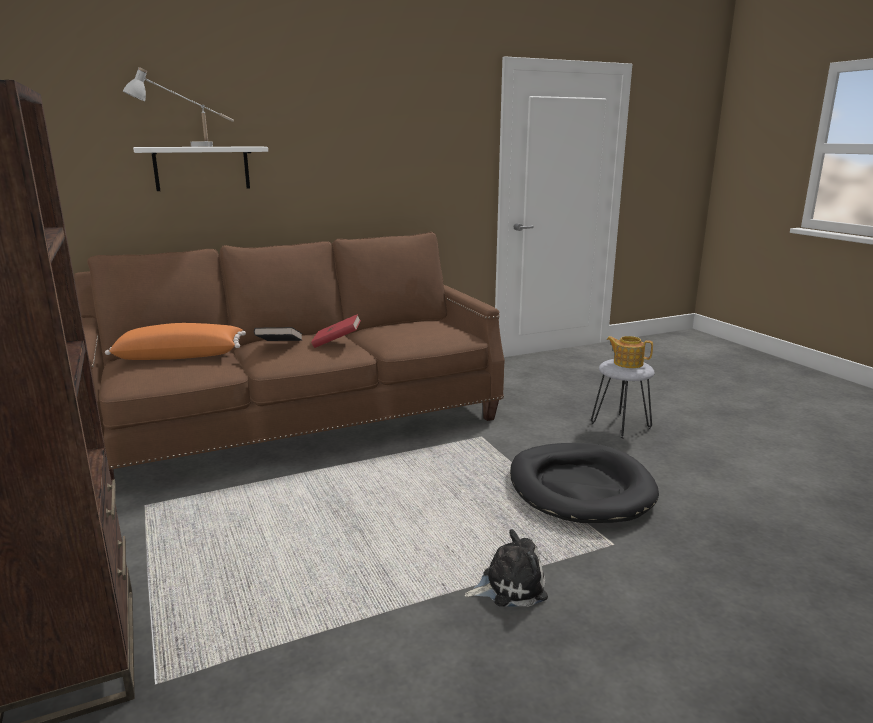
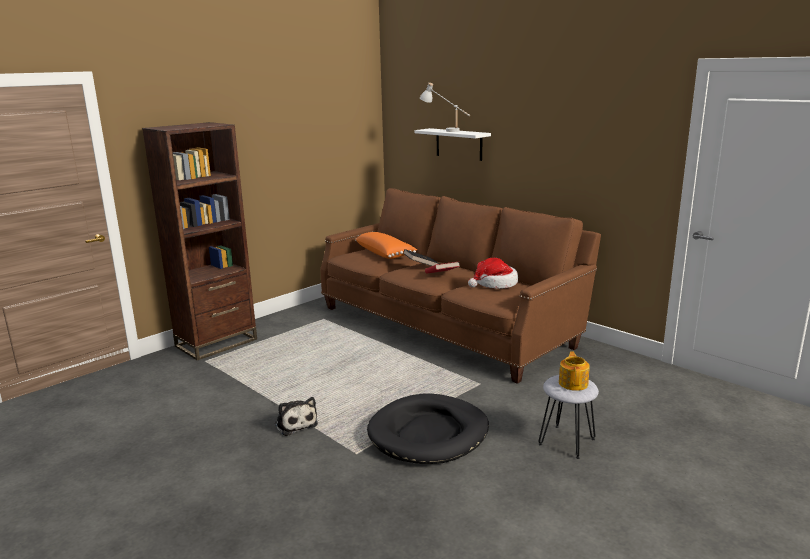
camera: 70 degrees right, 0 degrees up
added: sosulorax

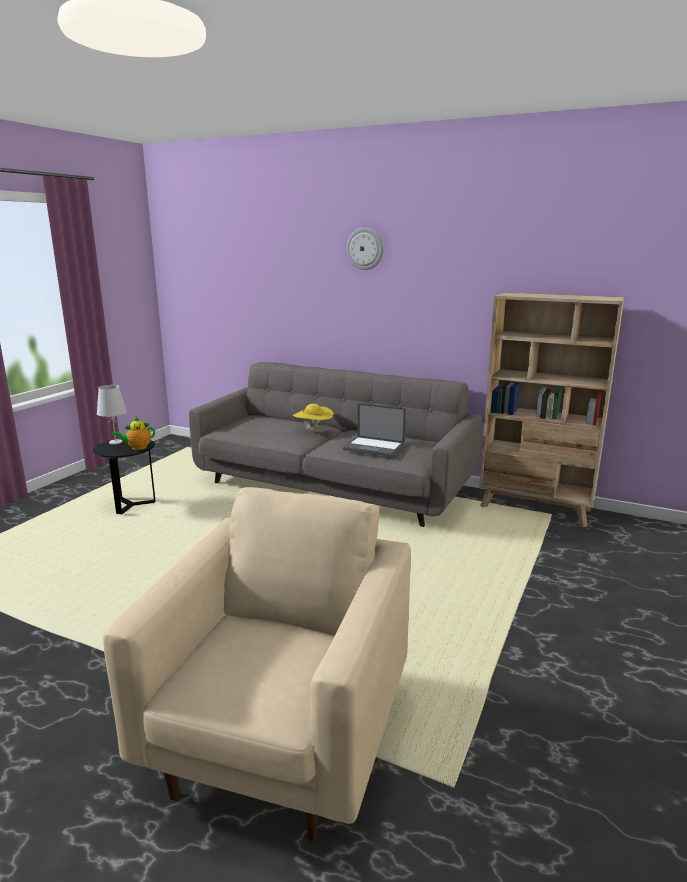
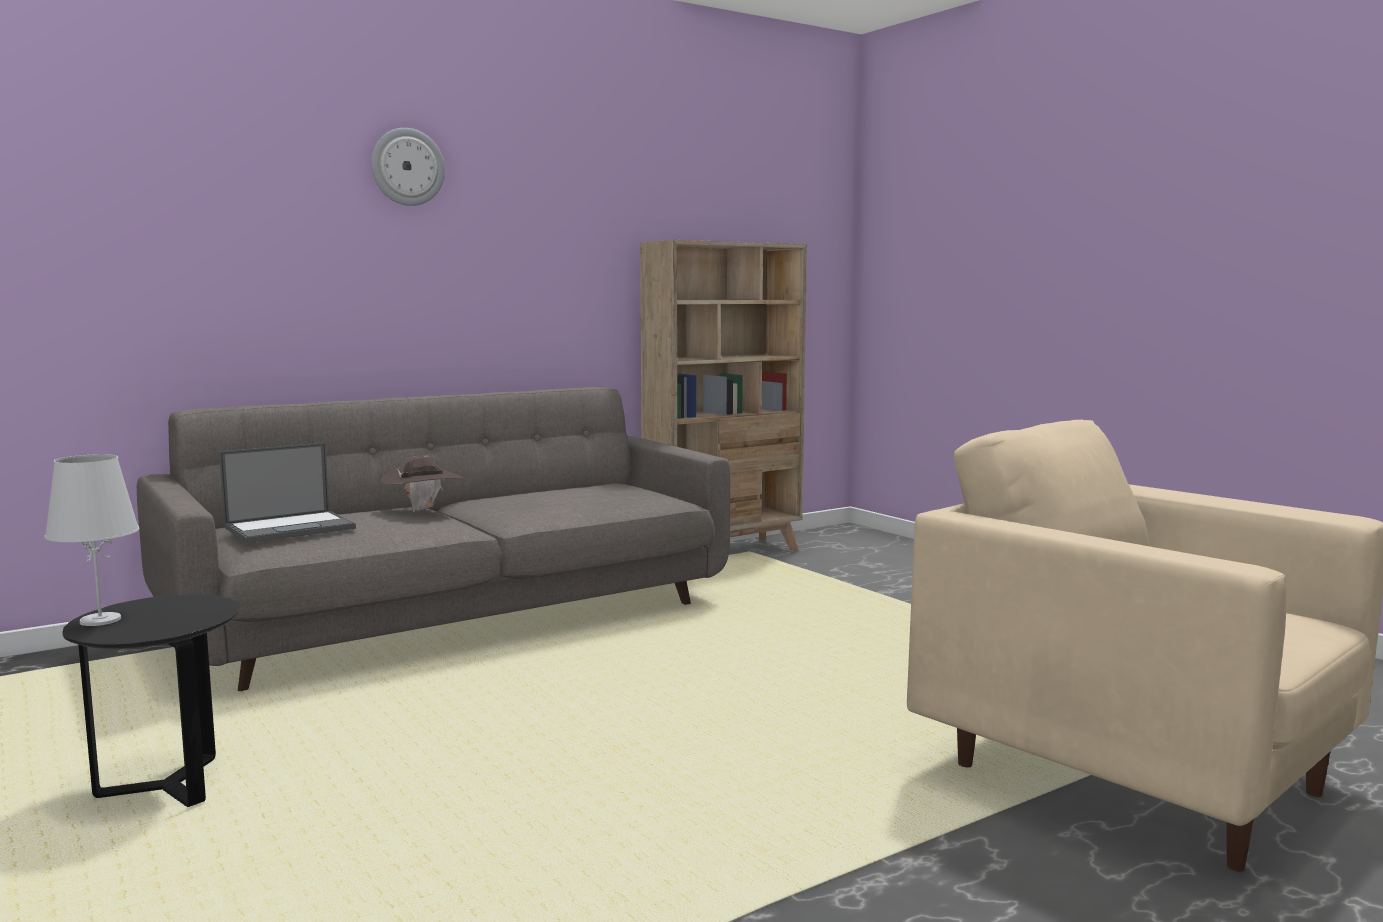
camera: 60 degrees left, 10 degrees down
removed: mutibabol
moved: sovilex
recoloured: sosulorax (yellow) to sosulorax (brown)

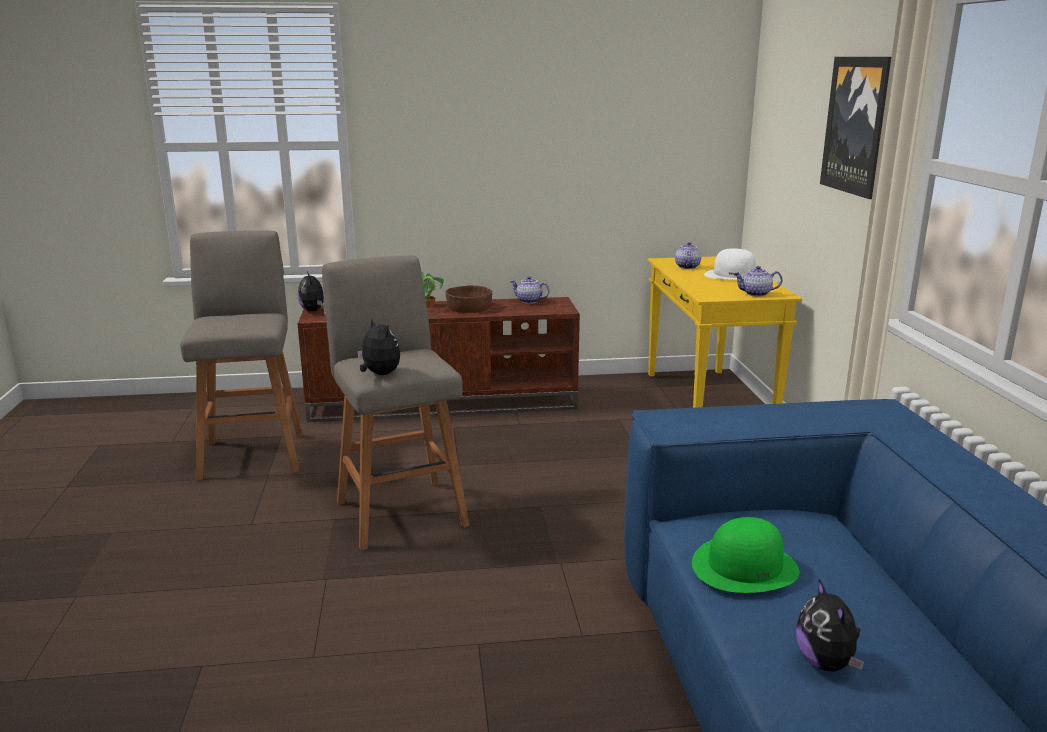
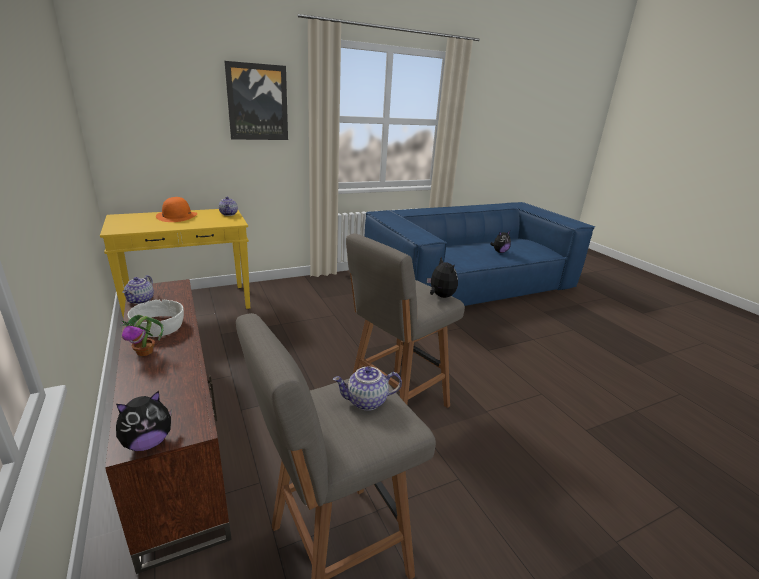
camera: 110 degrees left, 5 degrees up
removed: sosulorax (green)
moved: mutibabol (2nd from left in the first image) to mutibabol (3rd from left)
recoloured: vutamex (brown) to vutamex (white); sosulorax (white) to sosulorax (orange)
turned: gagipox (2nd from left) 120 degrees clockwise

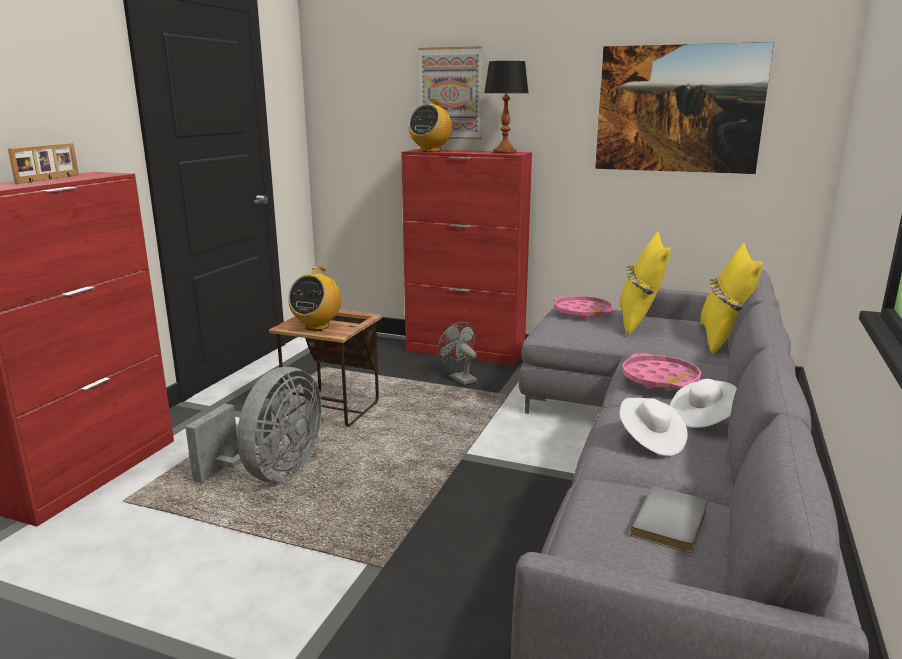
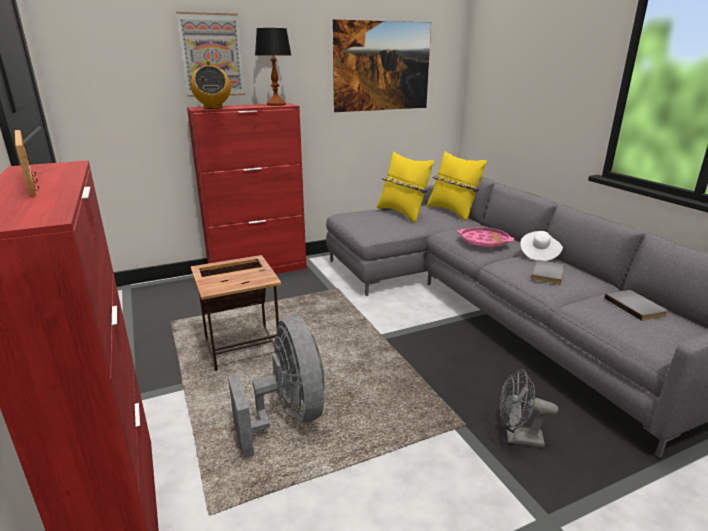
camera: 45 degrees left, 5 degrees up
removed: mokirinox (1st from left); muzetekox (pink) (1st from left)
moved: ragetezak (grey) (2nd from left)
replaced: sosulorax (white) (1st from left) to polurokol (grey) (1st from left)

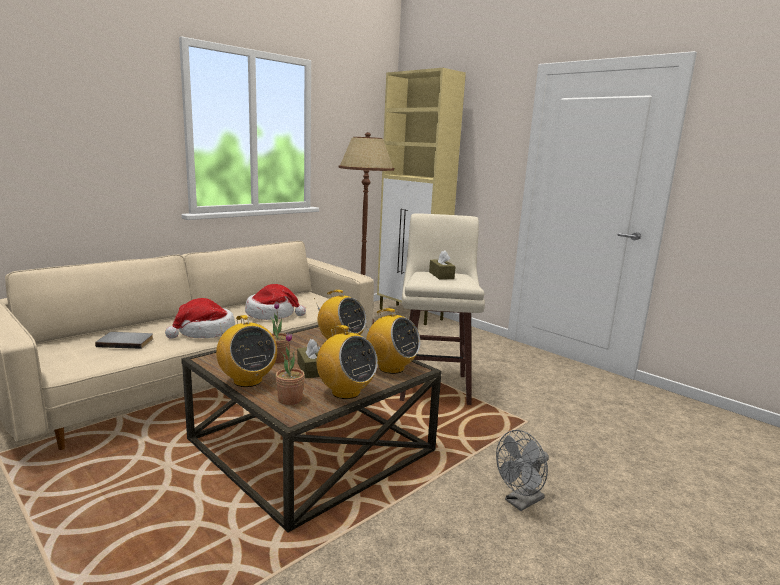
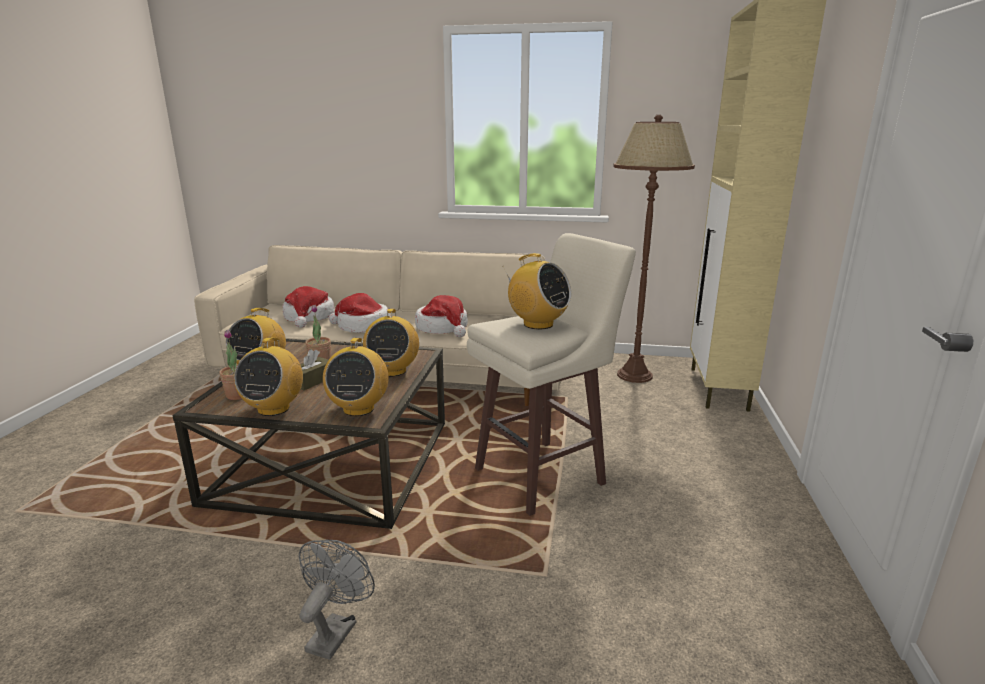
camera: 55 degrees right, 5 degrees up
replaced: polurokol (grey) to sosulorax (1st from left); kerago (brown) (2nd from left) to mokirinox (5th from left)
turned: ragetezak (grey) 90 degrees clockwise

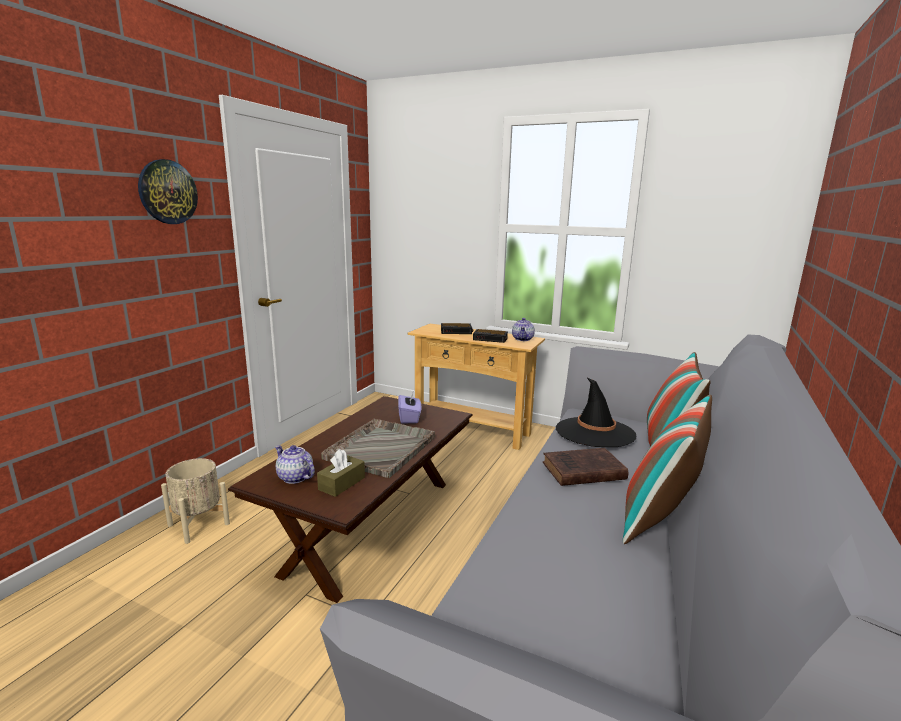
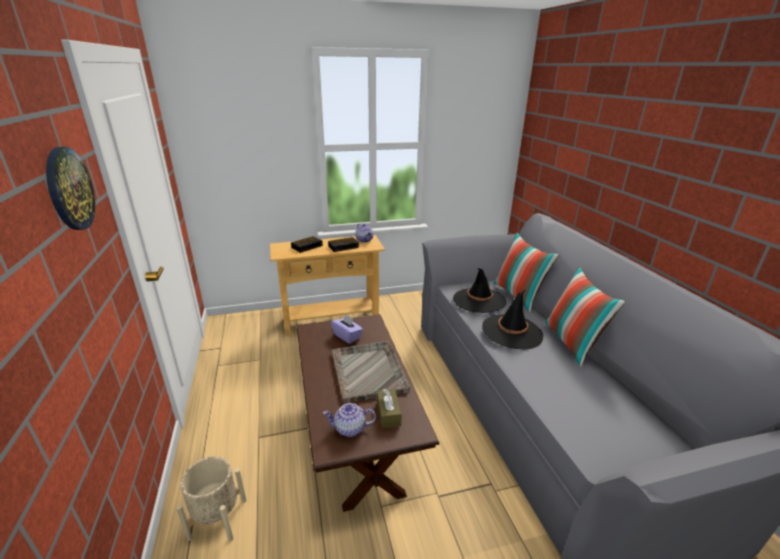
camera: 40 degrees left, 10 degrees up
replaced: polurokol (brown) to sosulorax (black) (2nd from left)

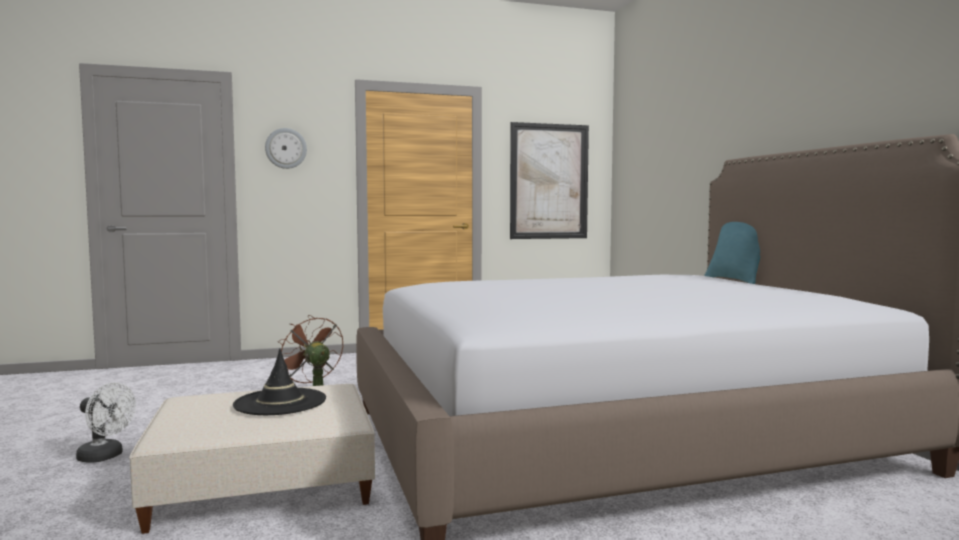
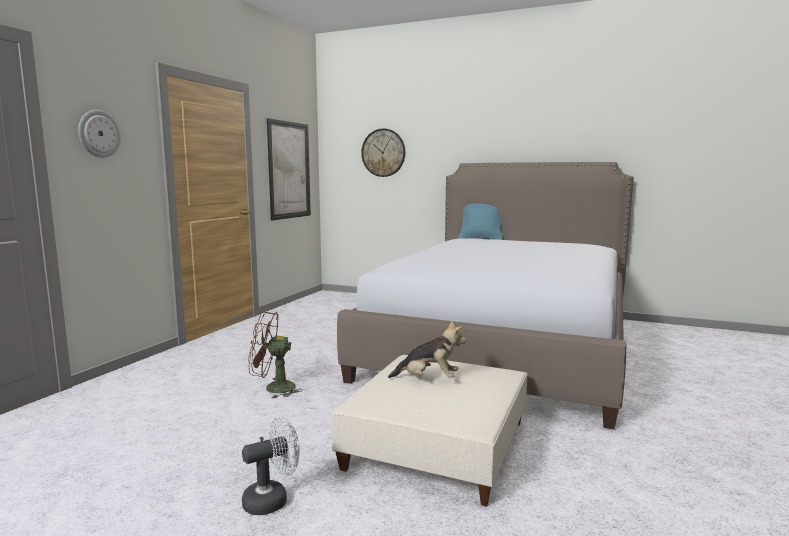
camera: 50 degrees left, 5 degrees up
added: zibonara (2nd from left)
replaced: sosulorax (black) to gagipox

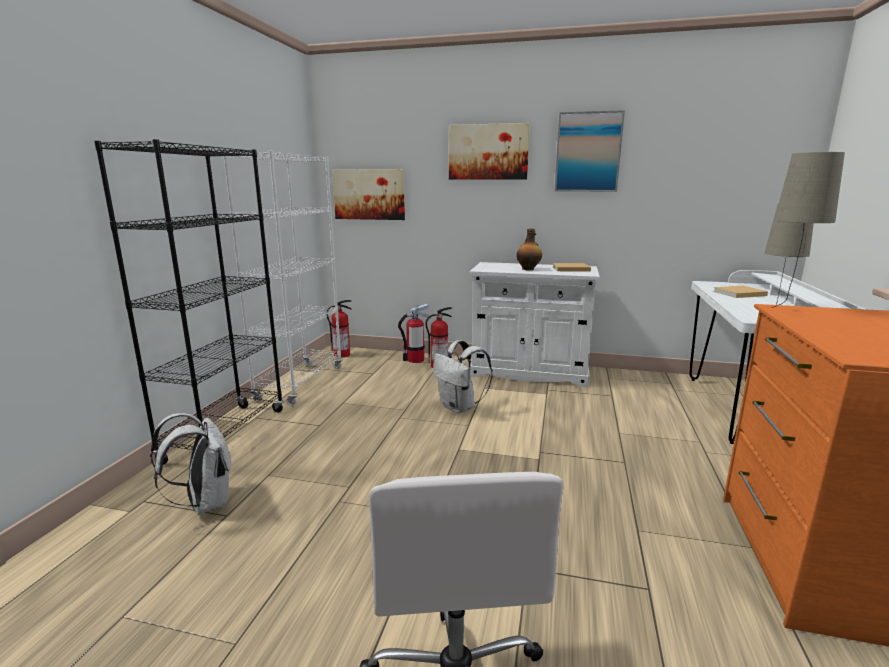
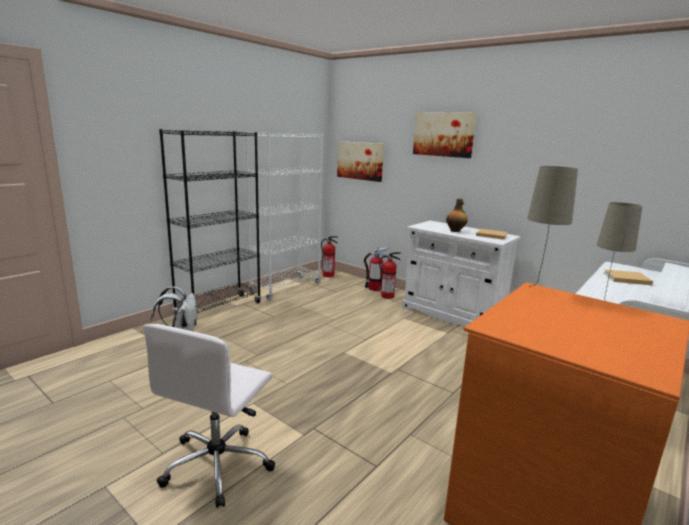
camera: 25 degrees right, 0 degrees up
removed: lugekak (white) (2nd from left); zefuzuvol (3rd from left)

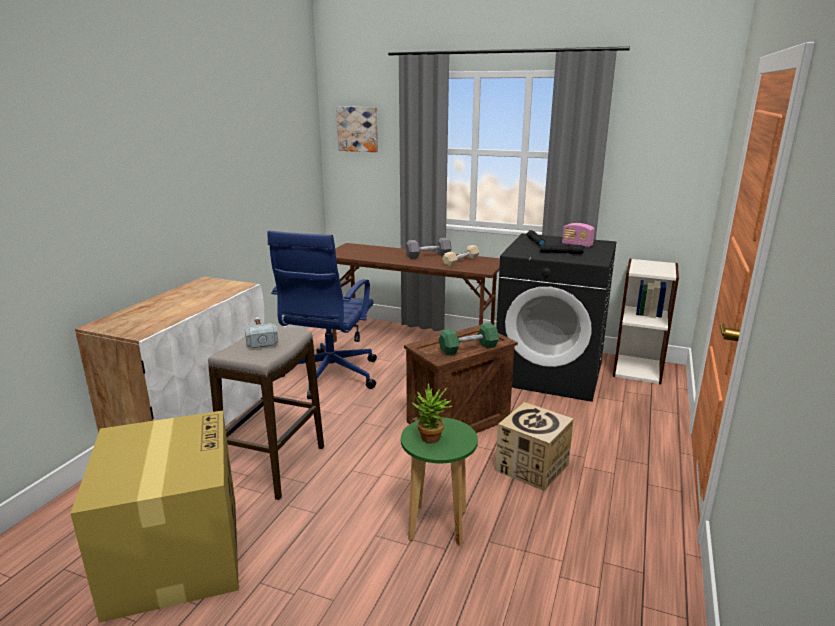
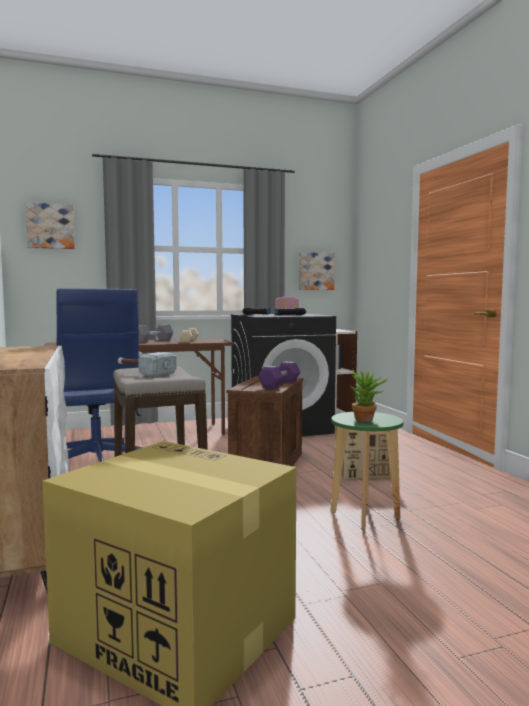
camera: 40 degrees left, 15 degrees down
added: zefuzuvol (2nd from left)
recoloured: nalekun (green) to nalekun (purple)

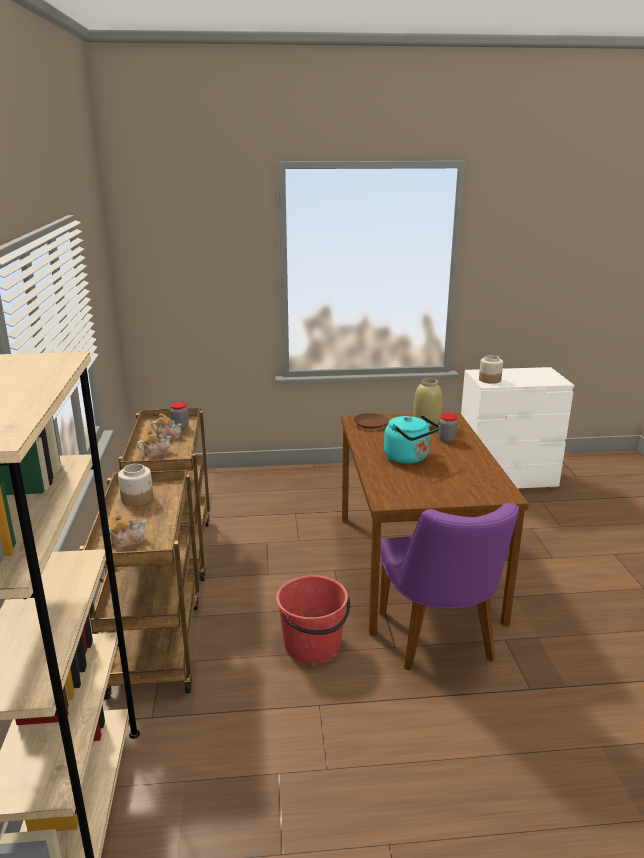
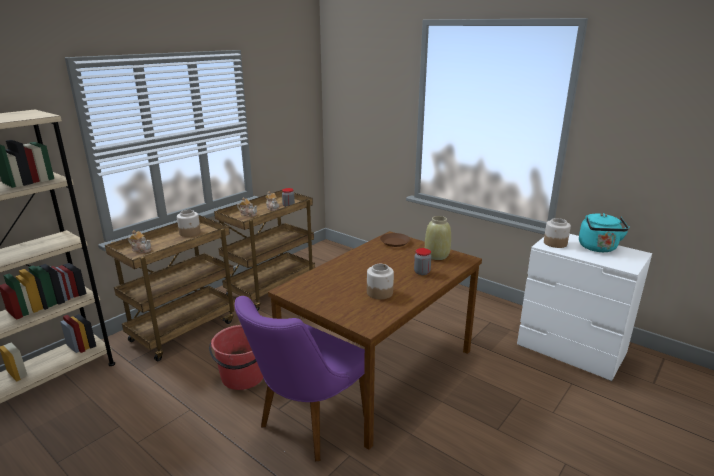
camera: 45 degrees right, 0 degrees up
added: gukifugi (3rd from left)
moved: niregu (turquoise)

